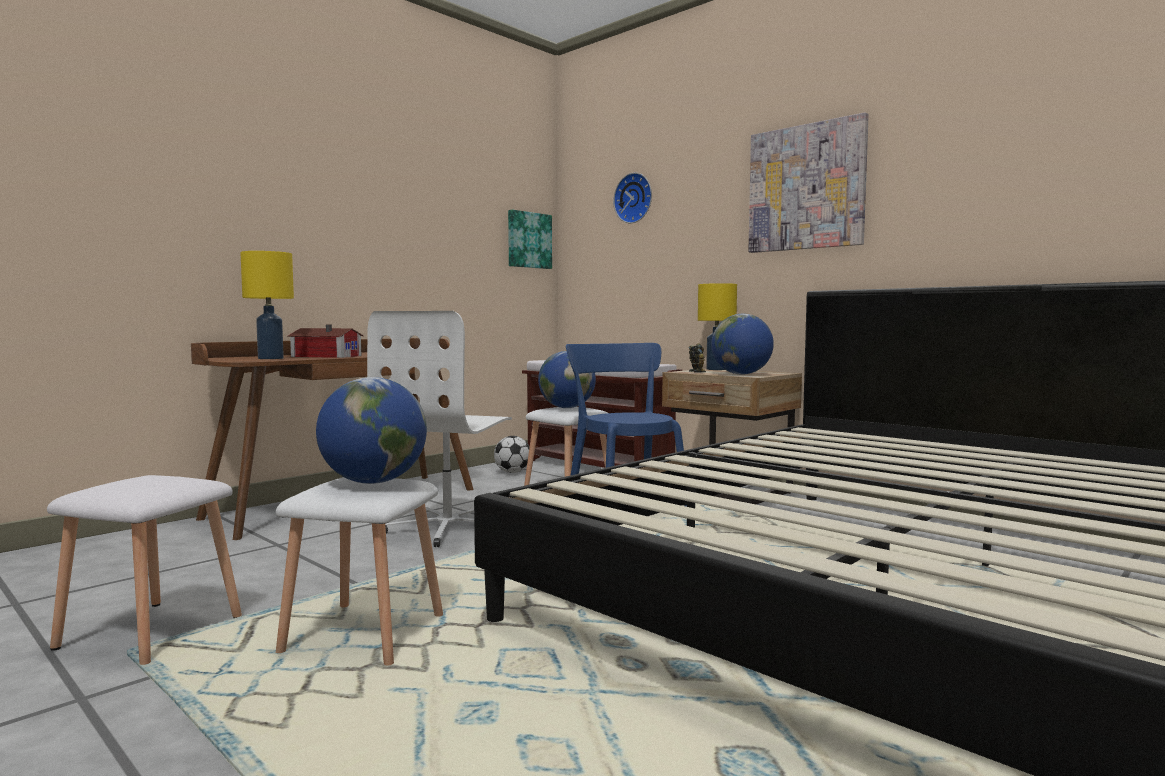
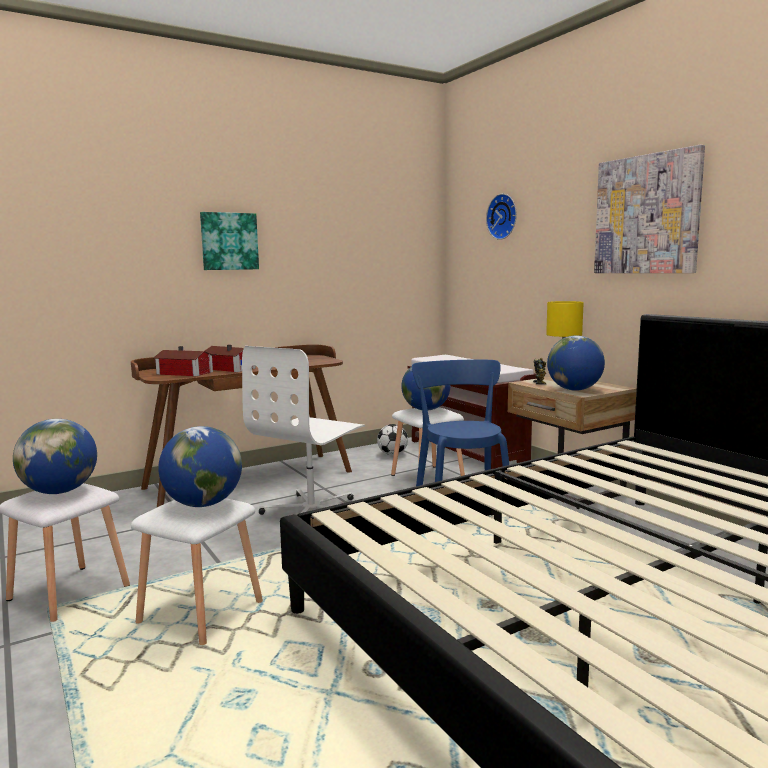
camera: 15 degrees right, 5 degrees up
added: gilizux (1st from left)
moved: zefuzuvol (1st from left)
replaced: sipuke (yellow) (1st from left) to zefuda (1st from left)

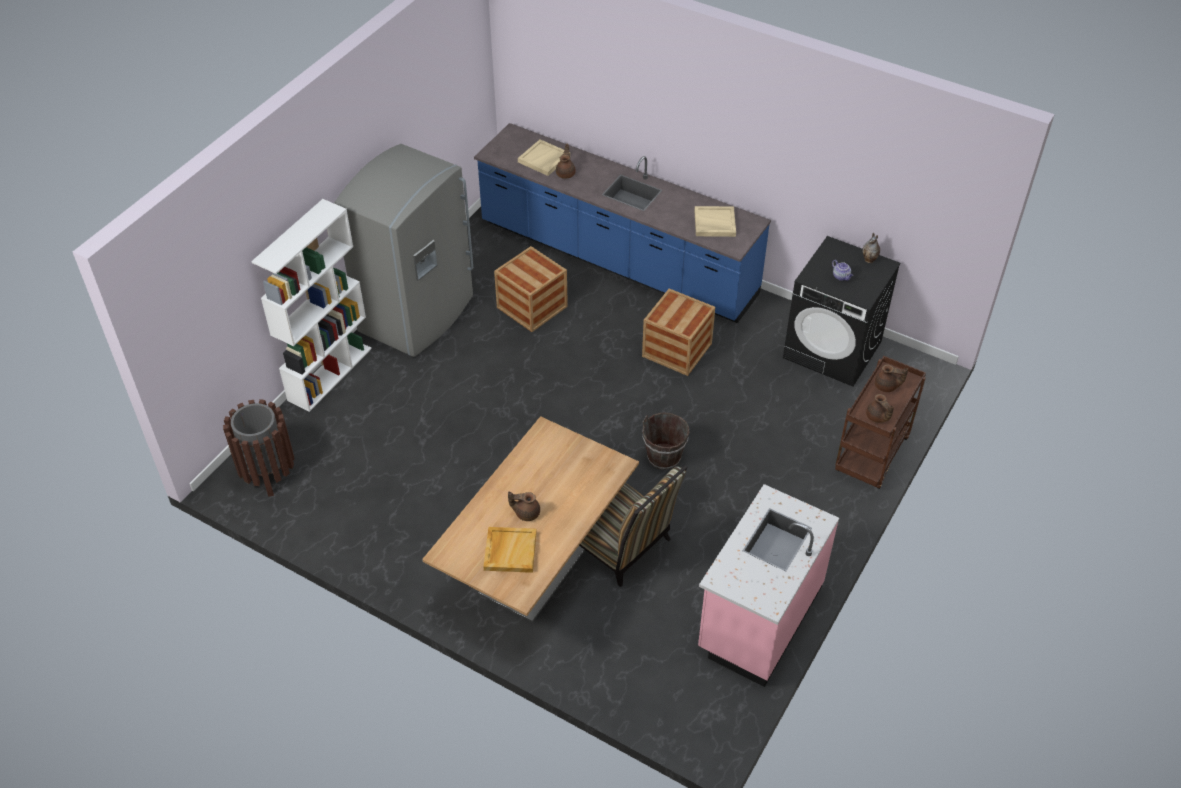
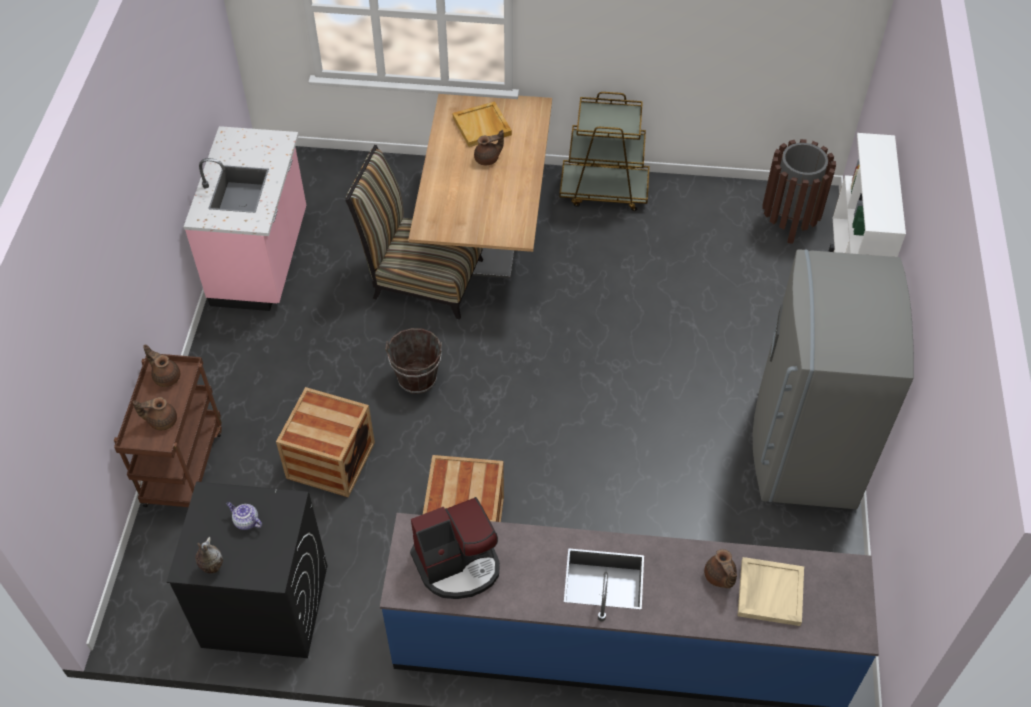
camera: 155 degrees right, 5 degrees up
added: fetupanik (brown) (2nd from left)
moved: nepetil (1st from left)
replaced: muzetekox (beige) (3rd from left) to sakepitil

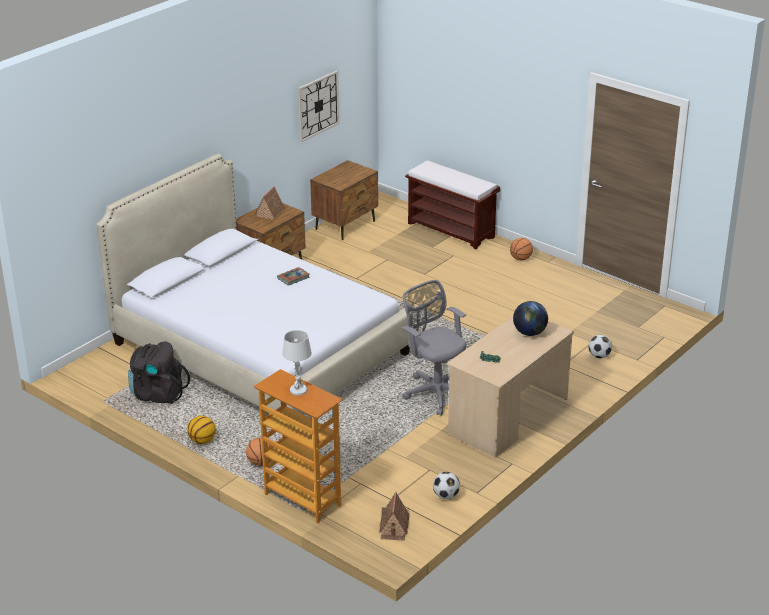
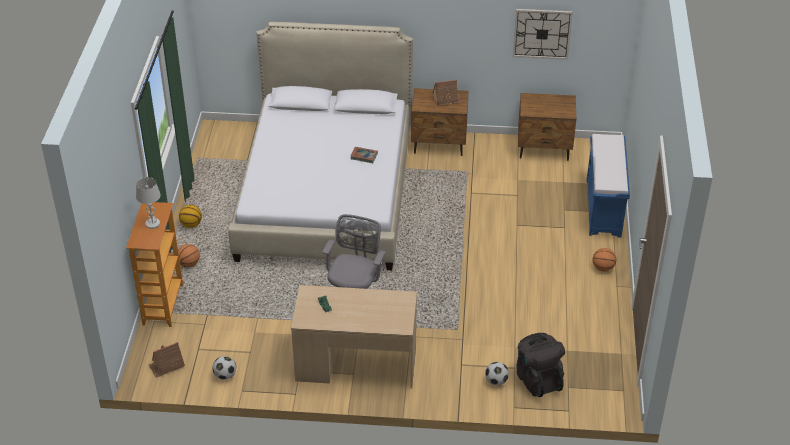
camera: 55 degrees right, 10 degrees up
removed: gilizux
moved: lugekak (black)
recoloured: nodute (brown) to nodute (blue)

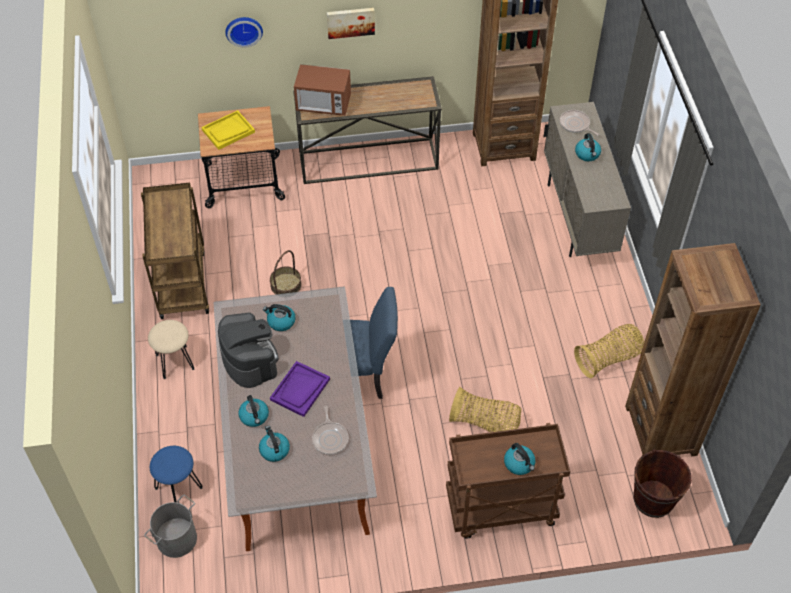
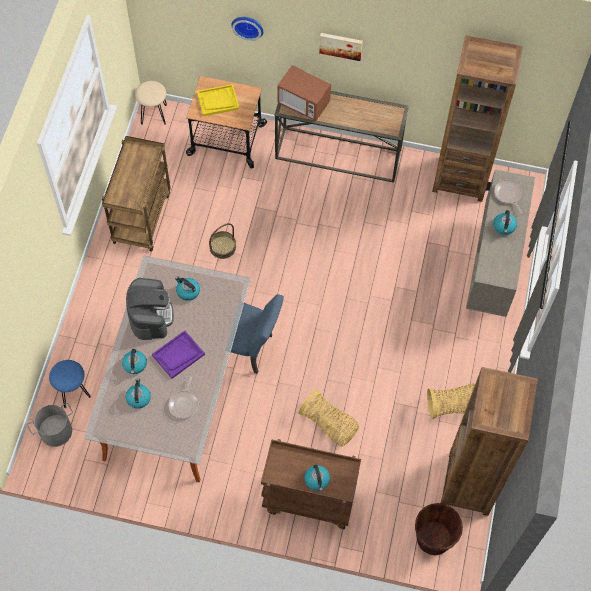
camera: 20 degrees right, 10 degrees up
moved: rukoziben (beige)

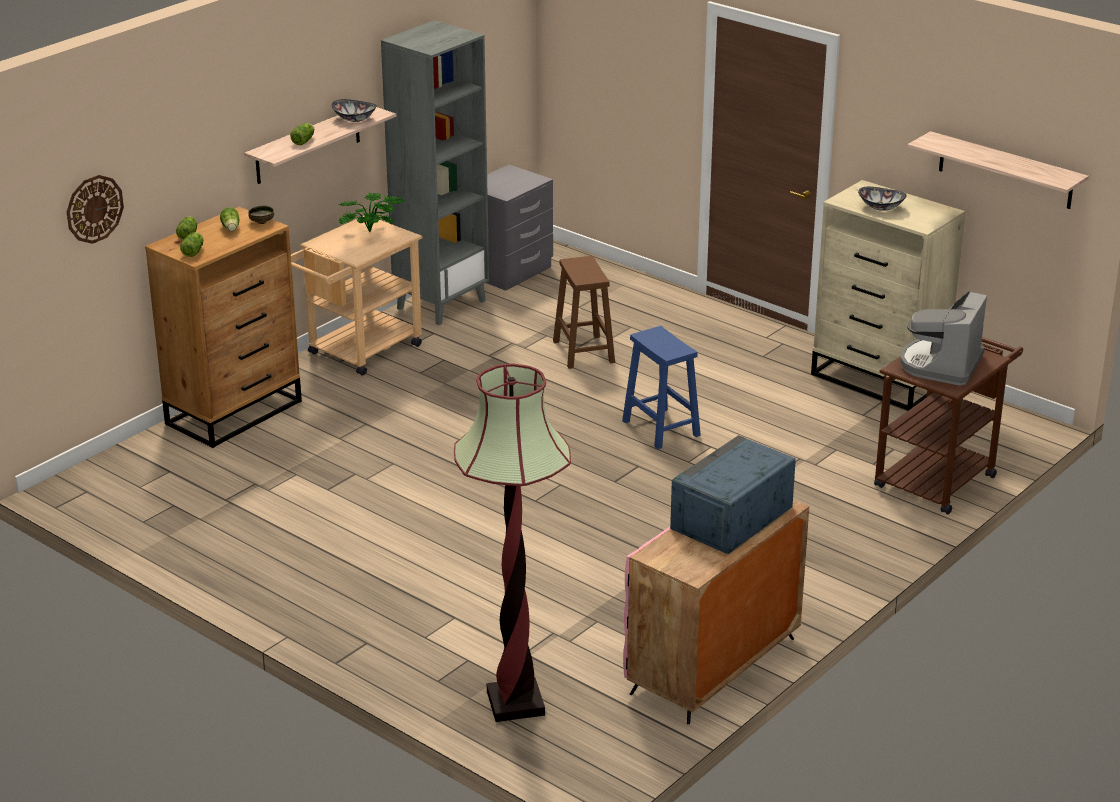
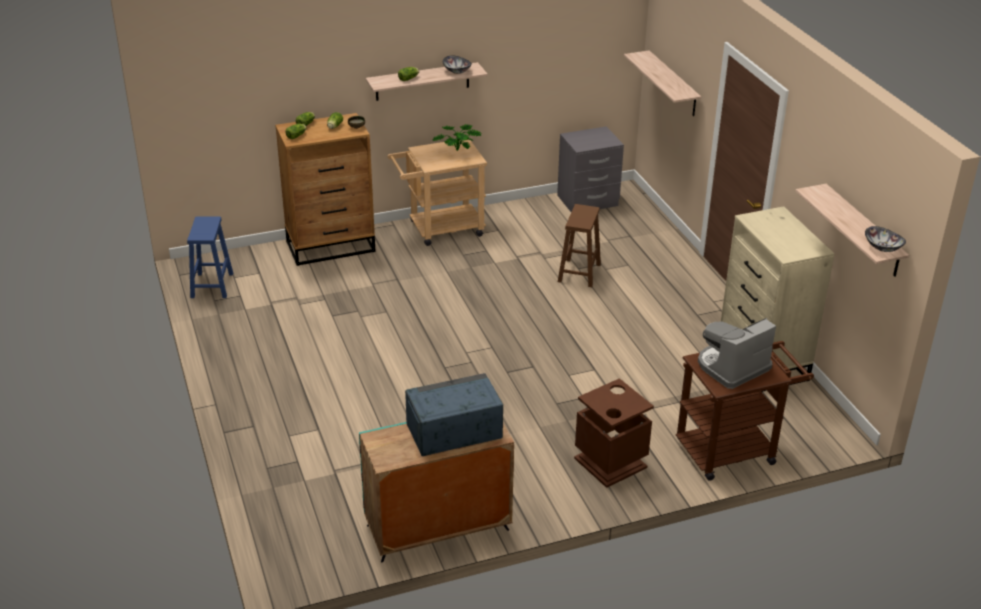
camera: 30 degrees right, 5 degrees up
removed: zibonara; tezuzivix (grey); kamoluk
added: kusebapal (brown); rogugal (2nd from left)
moved: rukoziben (blue); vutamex (3rd from left)
recoloured: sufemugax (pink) to sufemugax (turquoise)

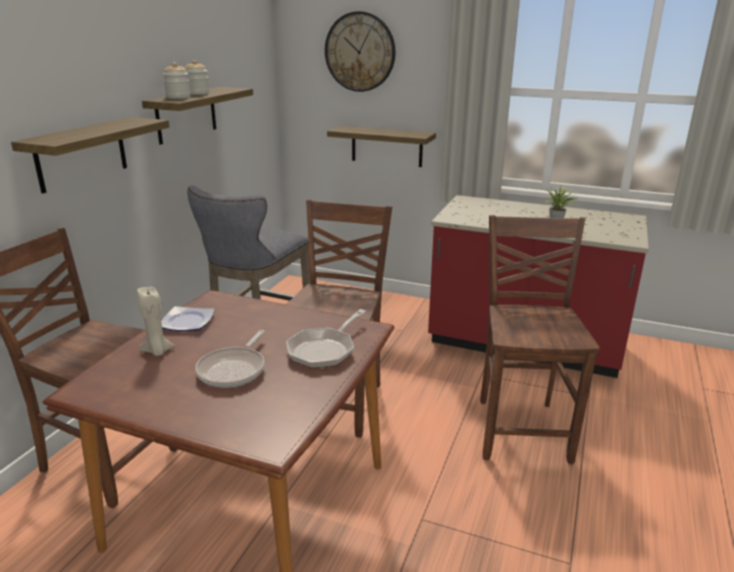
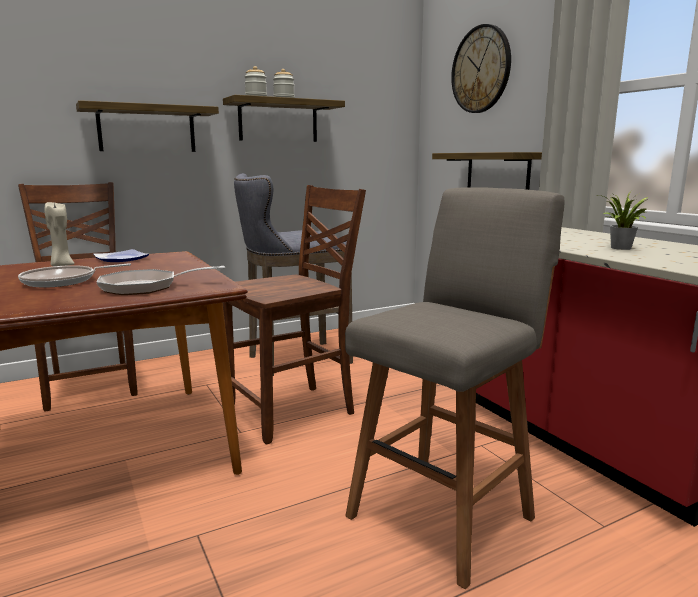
camera: 40 degrees right, 10 degrees down
replaced: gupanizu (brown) (3rd from left) to rukoziben (grey) (2nd from left)

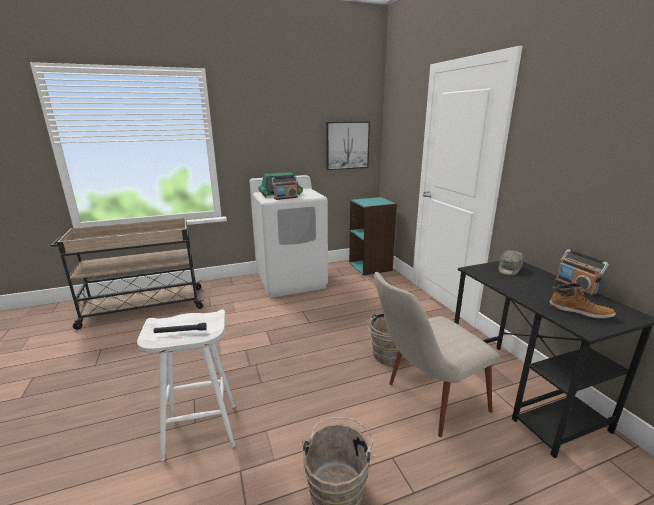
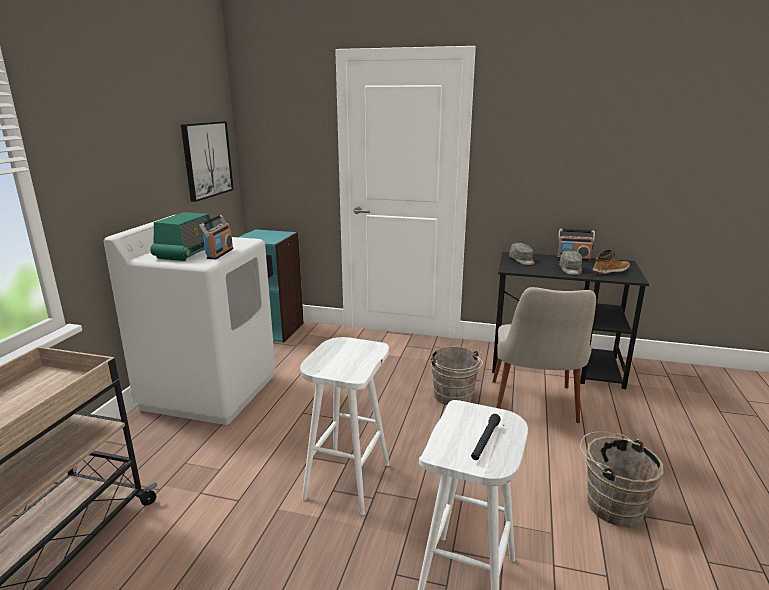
camera: 55 degrees left, 0 degrees up
added: rukoziben (white) (1st from left); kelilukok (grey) (2nd from left)

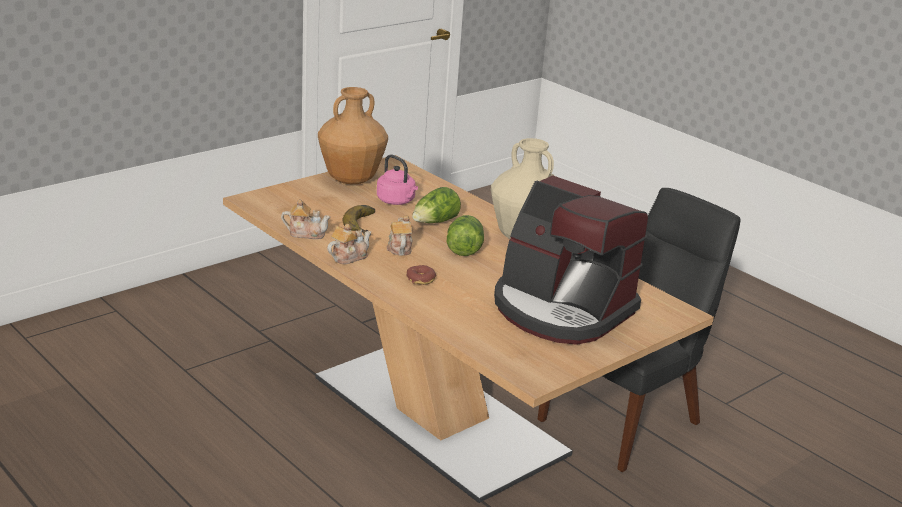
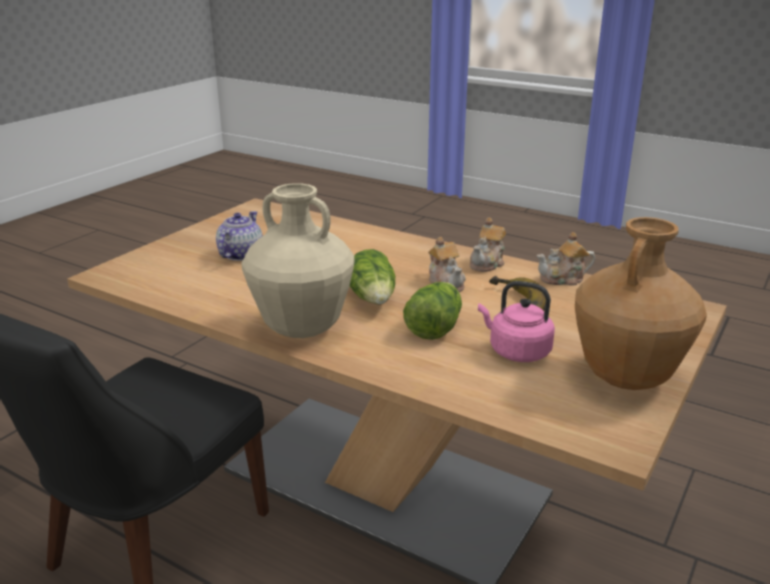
camera: 165 degrees right, 0 degrees up
removed: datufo
replaced: sakepitil to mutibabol (1st from left)

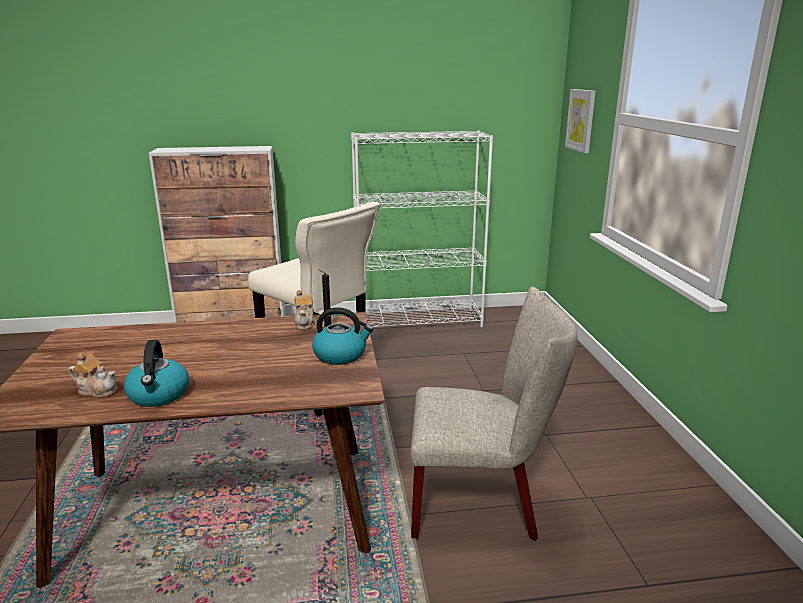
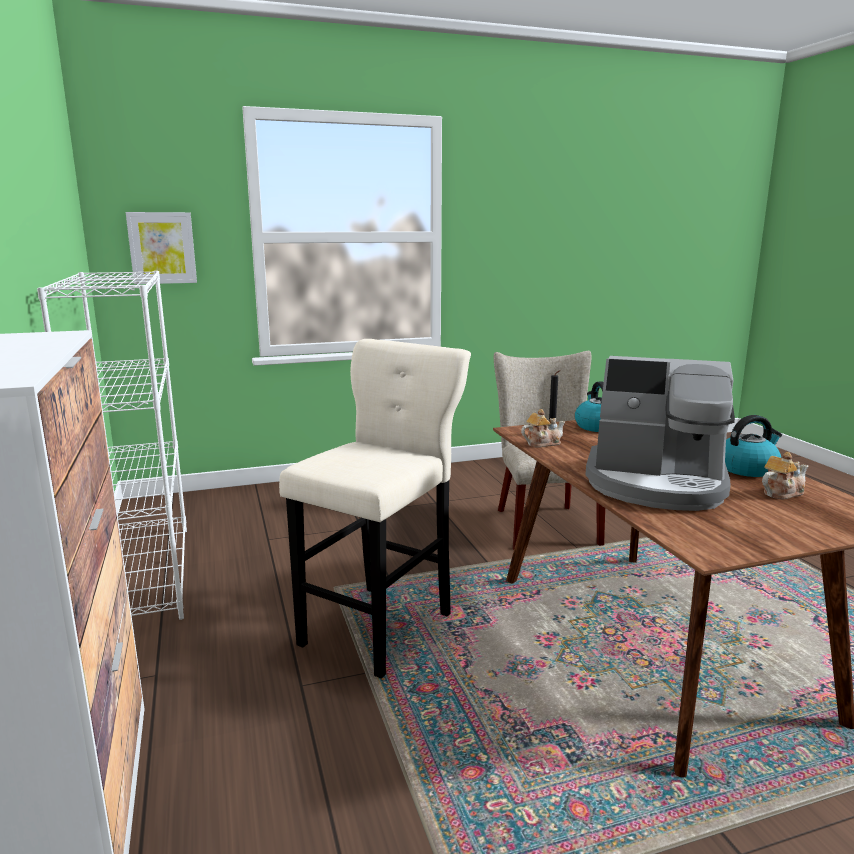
camera: 100 degrees left, 5 degrees down
added: sakepitil
turned: mutibabol (1st from left in the first image) 60 degrees clockwise

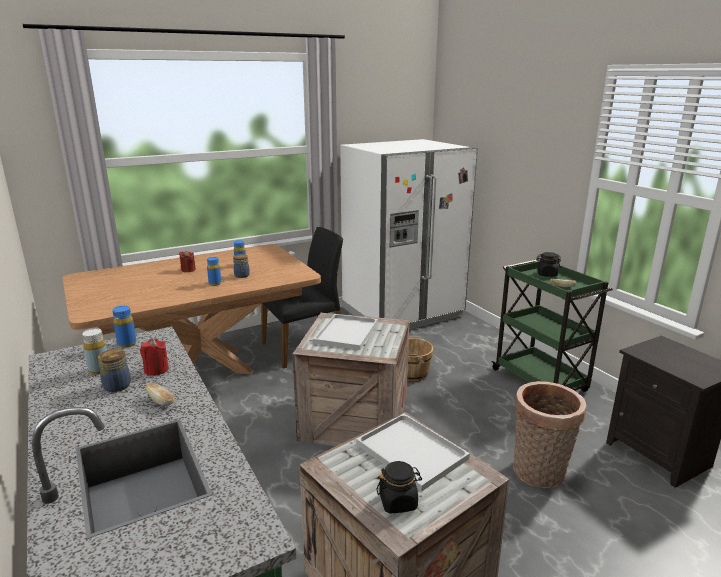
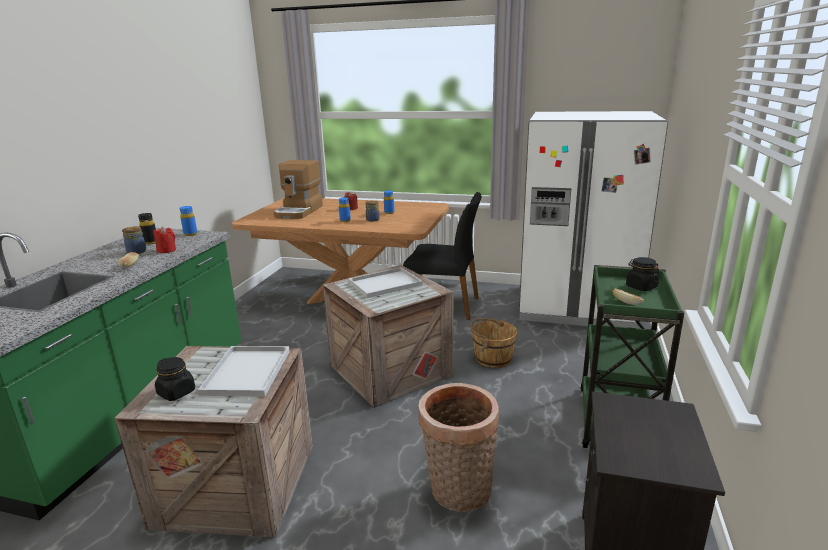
camera: 45 degrees right, 0 degrees up
added: sakepitil
recoloured: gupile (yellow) to gupile (black)

